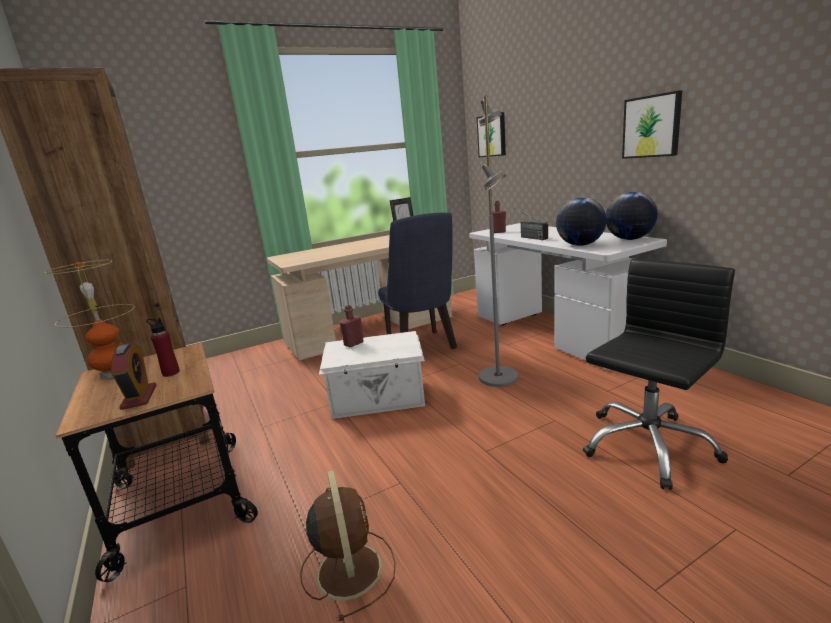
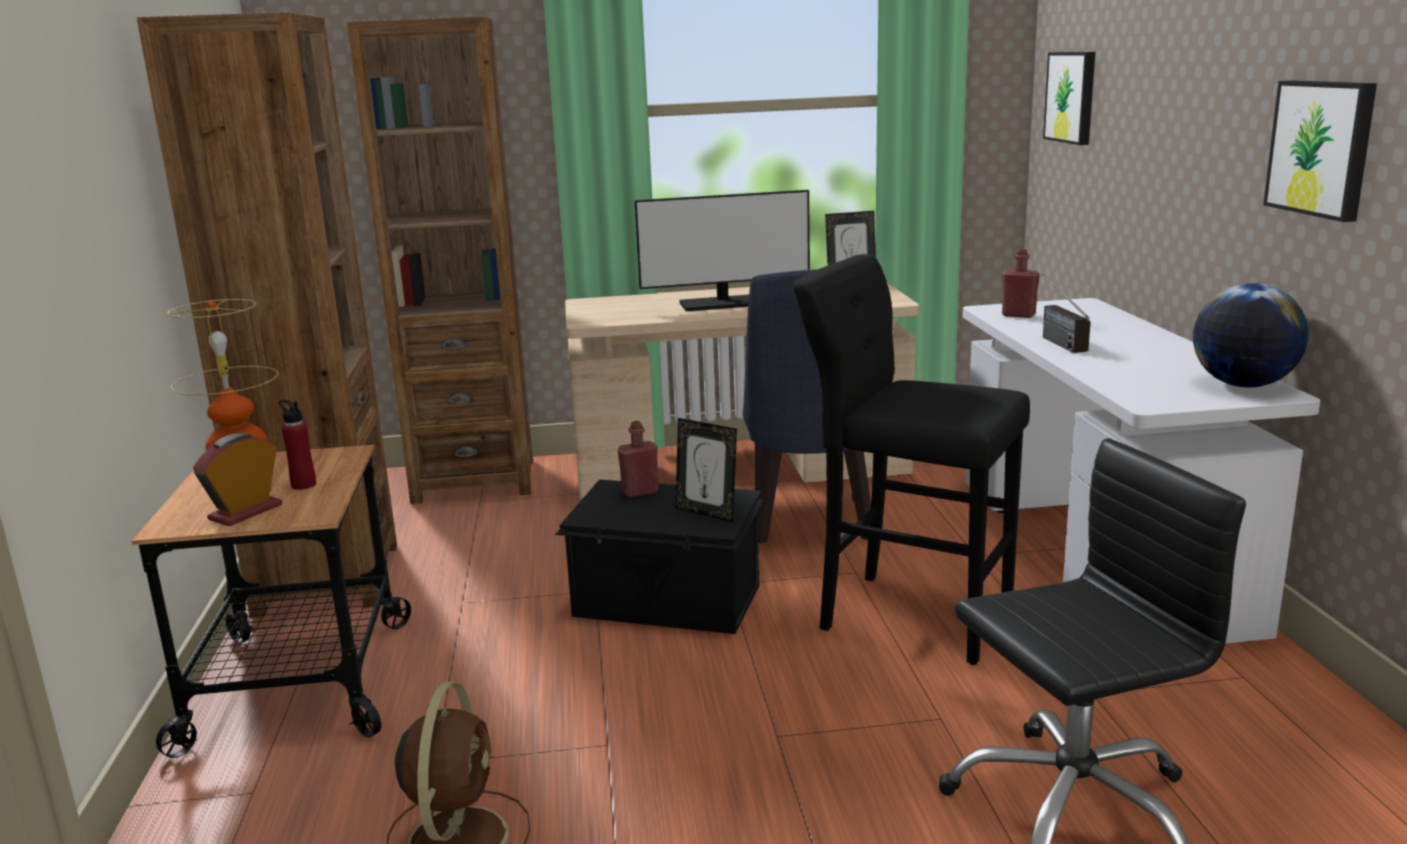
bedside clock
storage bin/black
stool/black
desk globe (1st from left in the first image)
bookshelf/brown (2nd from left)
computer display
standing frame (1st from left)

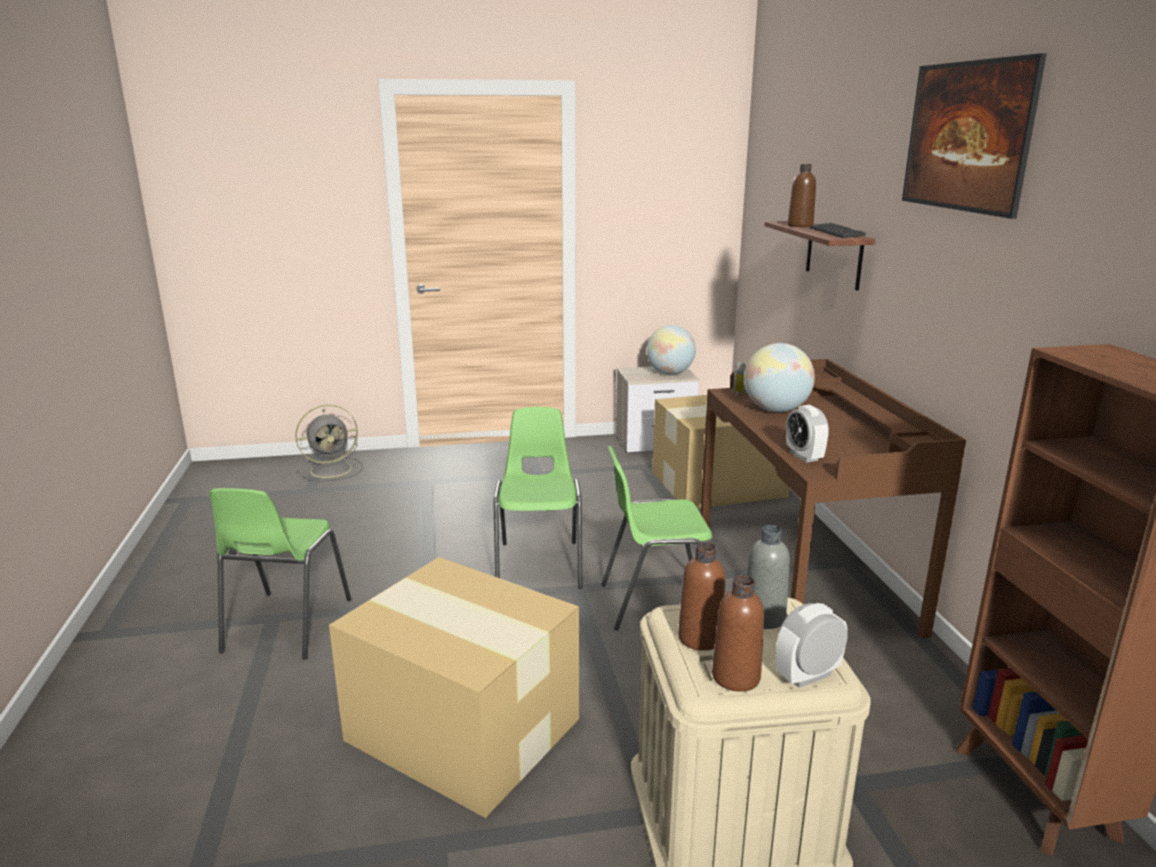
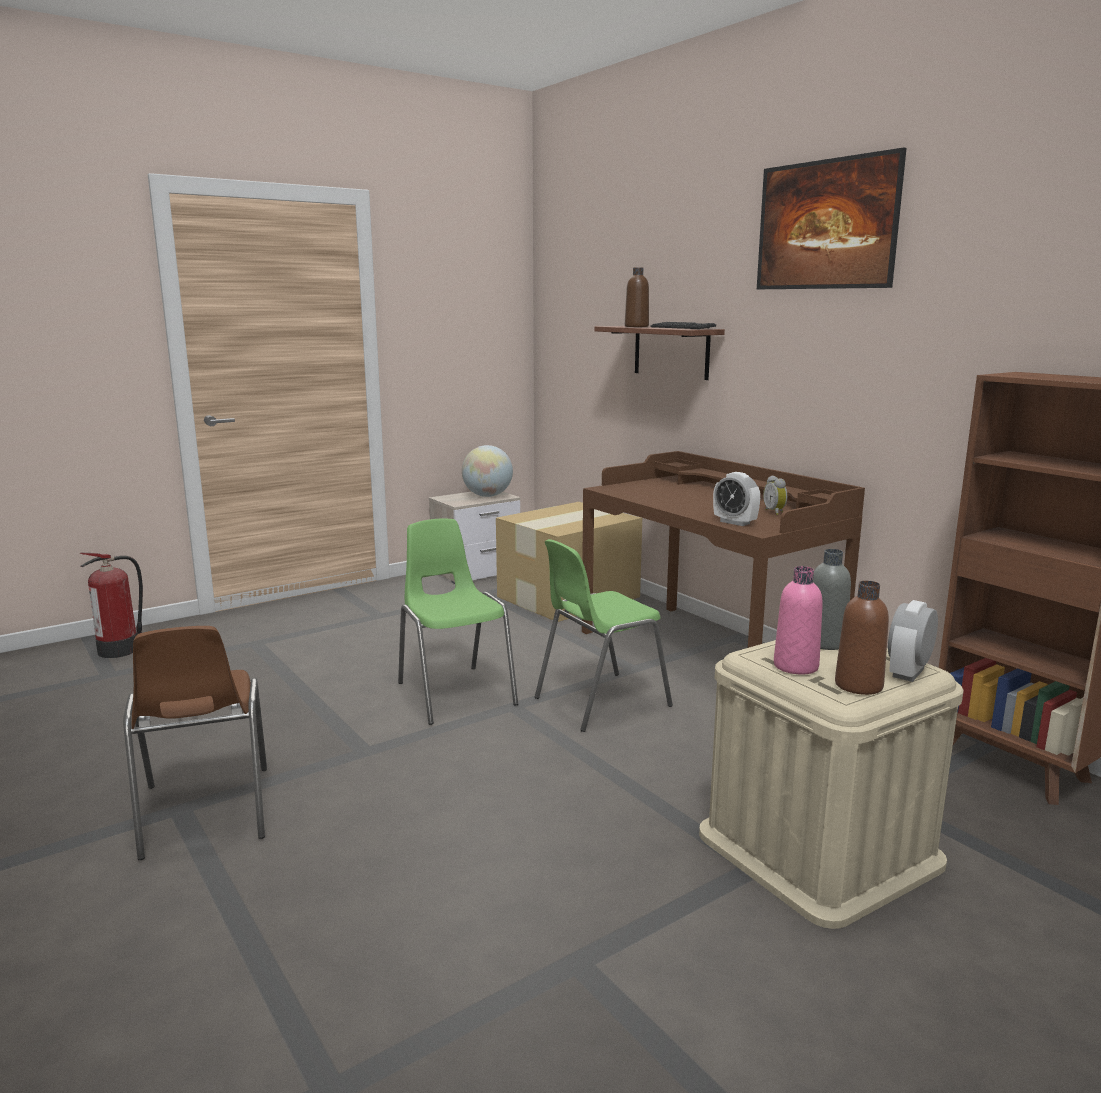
upright chair/brown
fire-fighting cylinder
packing box (1st from left in the first image)
drink bottle/pink
bedside clock (2nd from left)
desk globe (2nd from left in the first image)

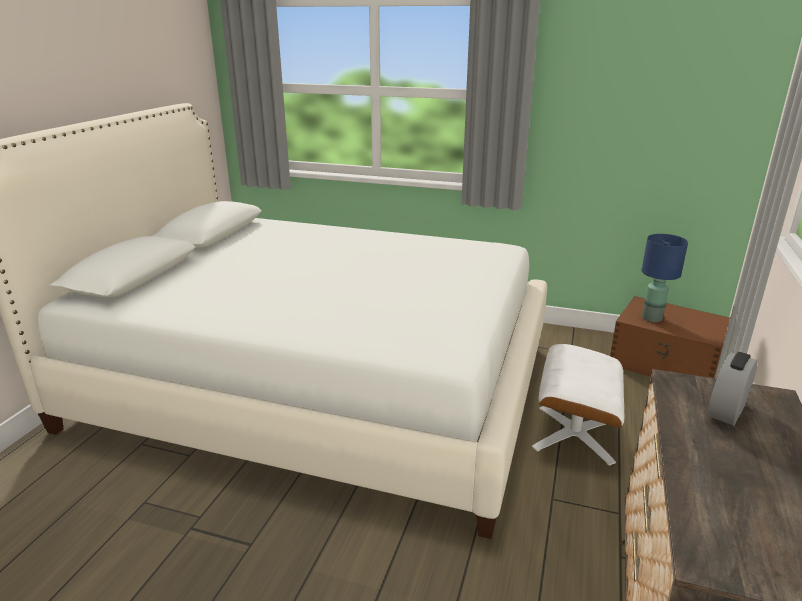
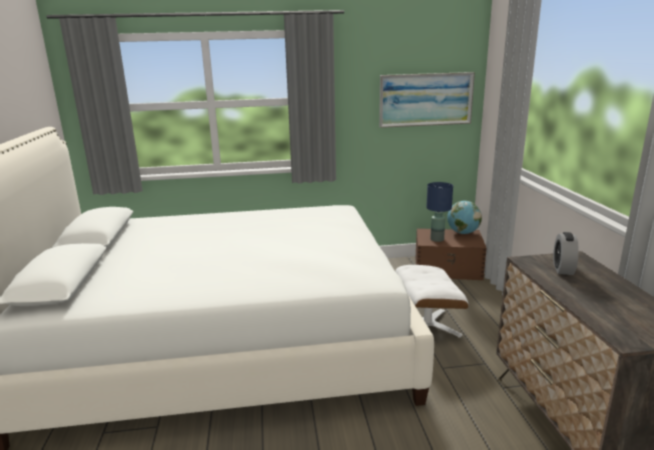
wall art
desk globe

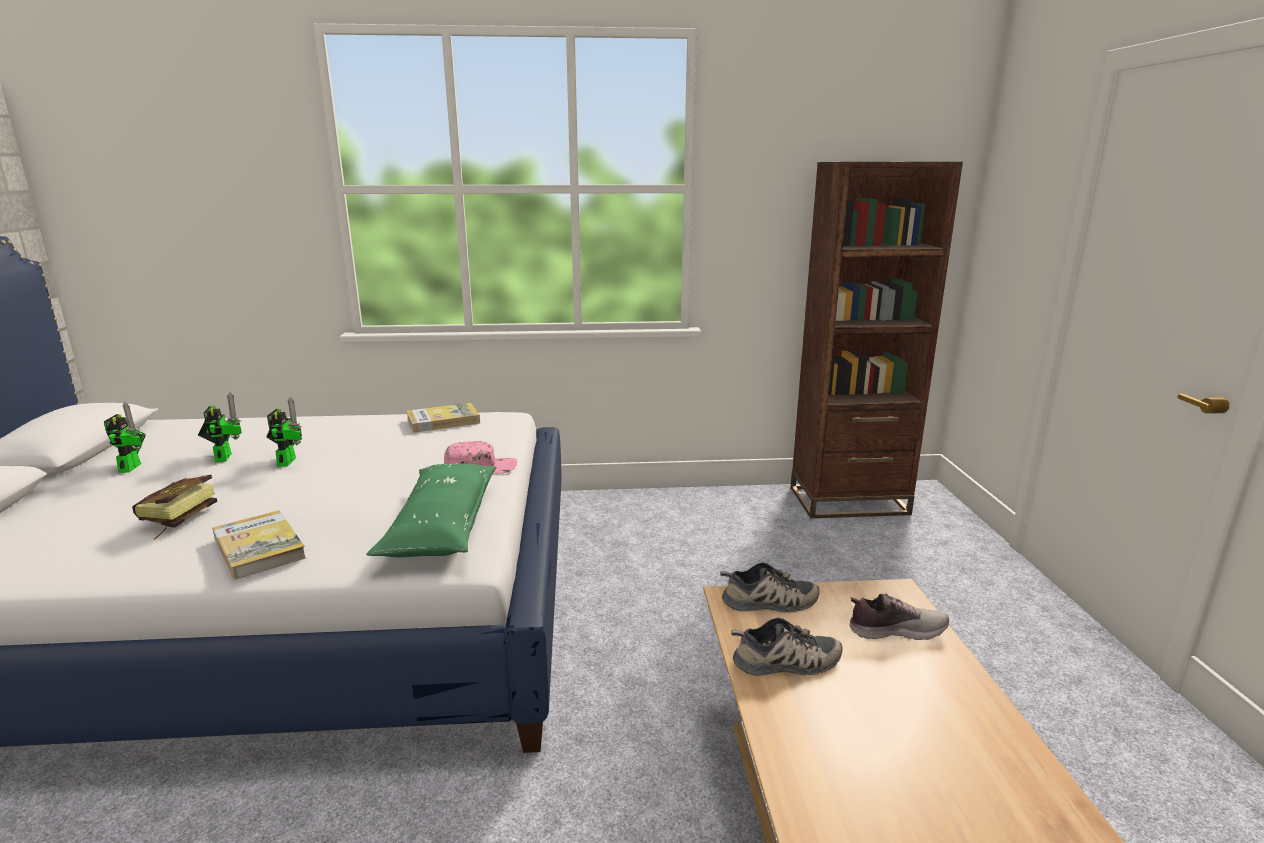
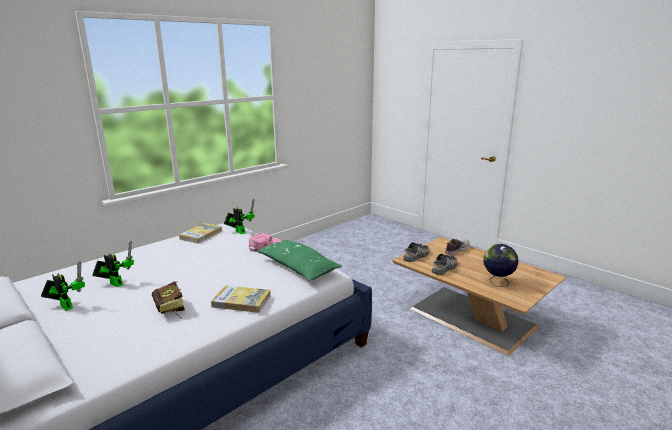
model robot (3rd from left)
bookshelf/brown
desk globe

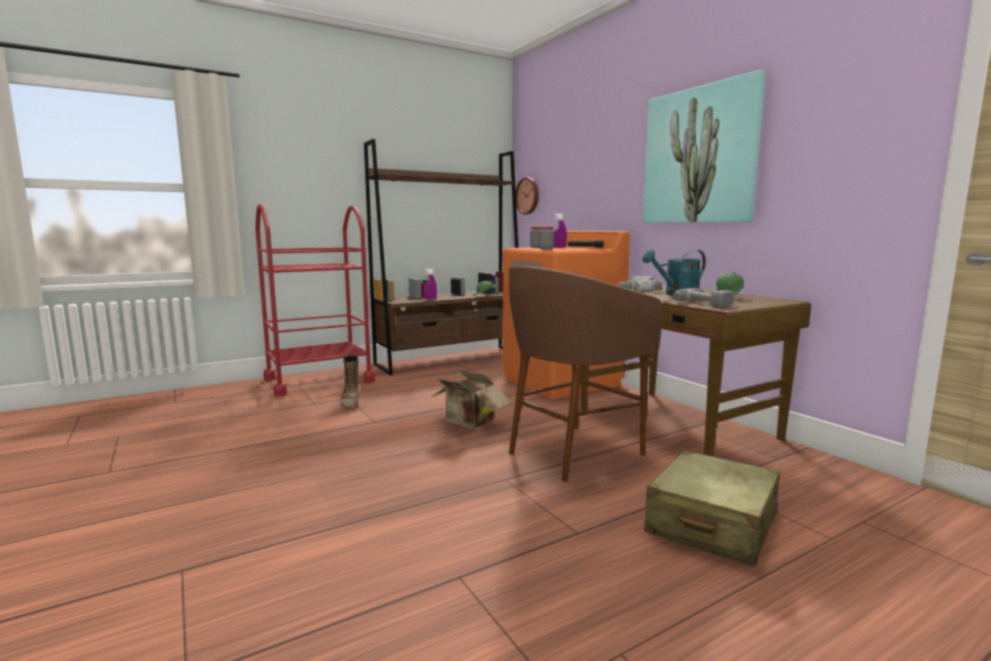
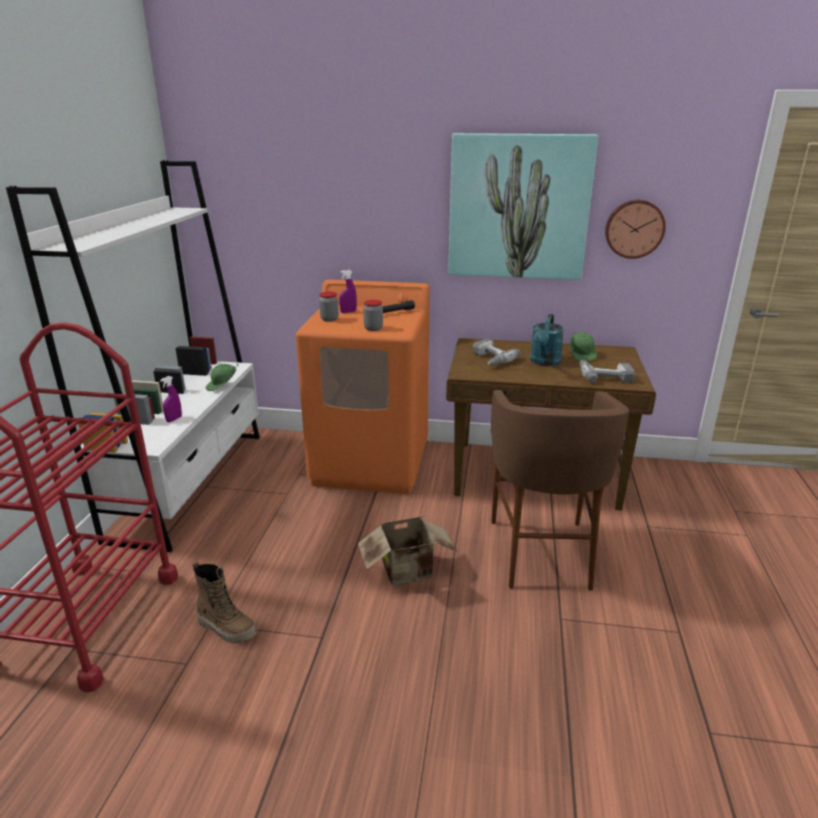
bookshelf/white
wall clock
suitcase/beige

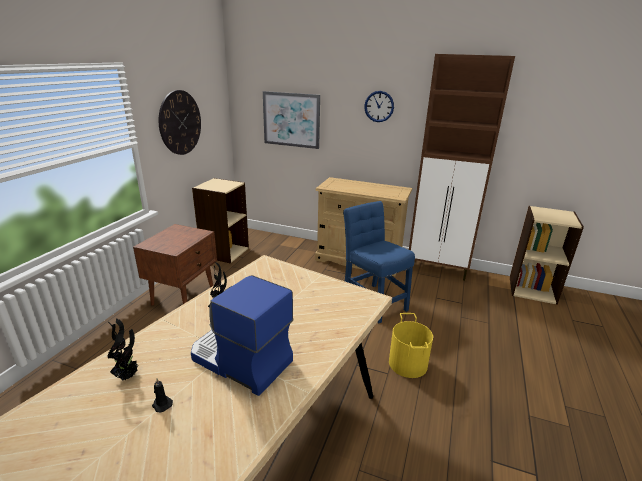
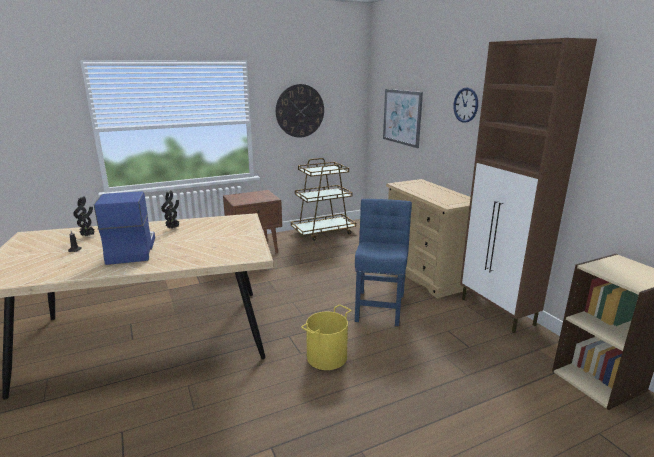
wheeled cart/brown

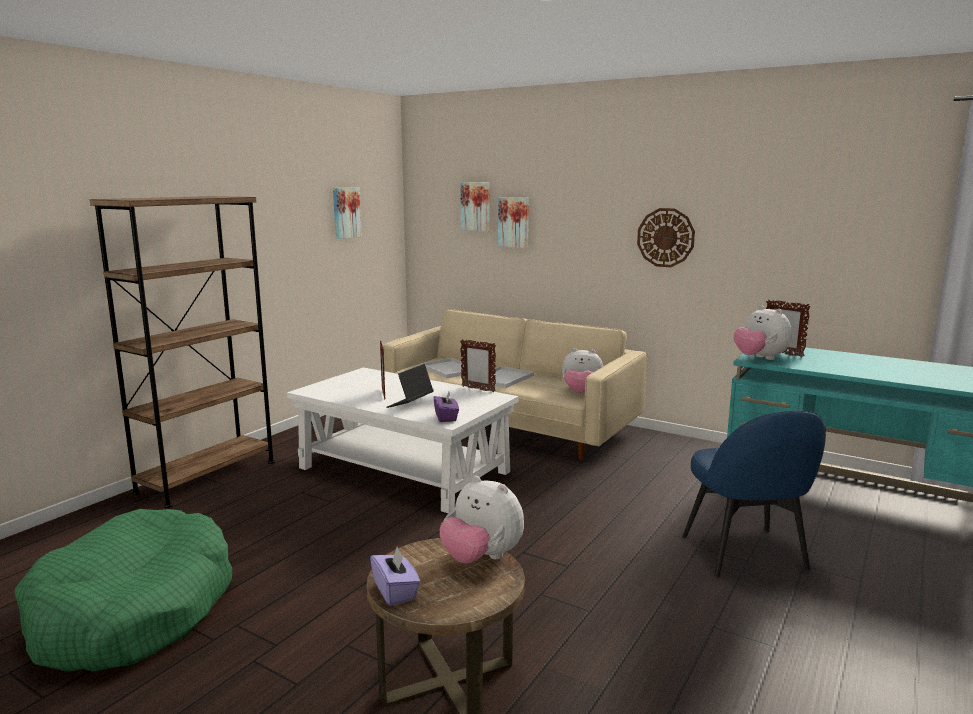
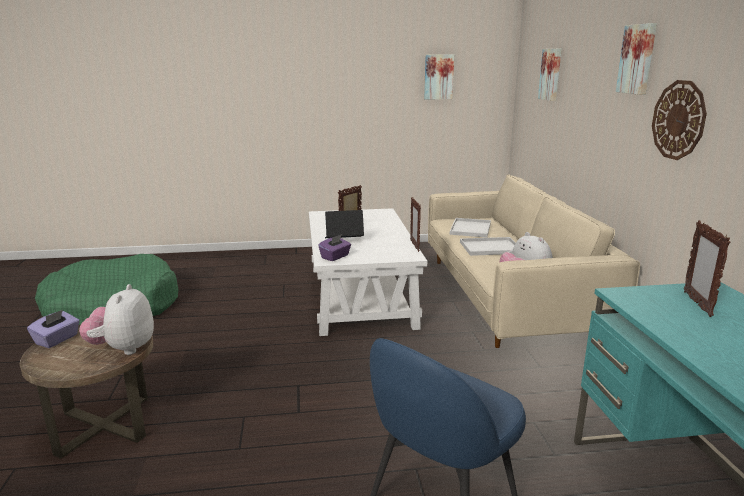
bookshelf/brown
wall art (3rd from left)
cuddly toy (3rd from left in the first image)

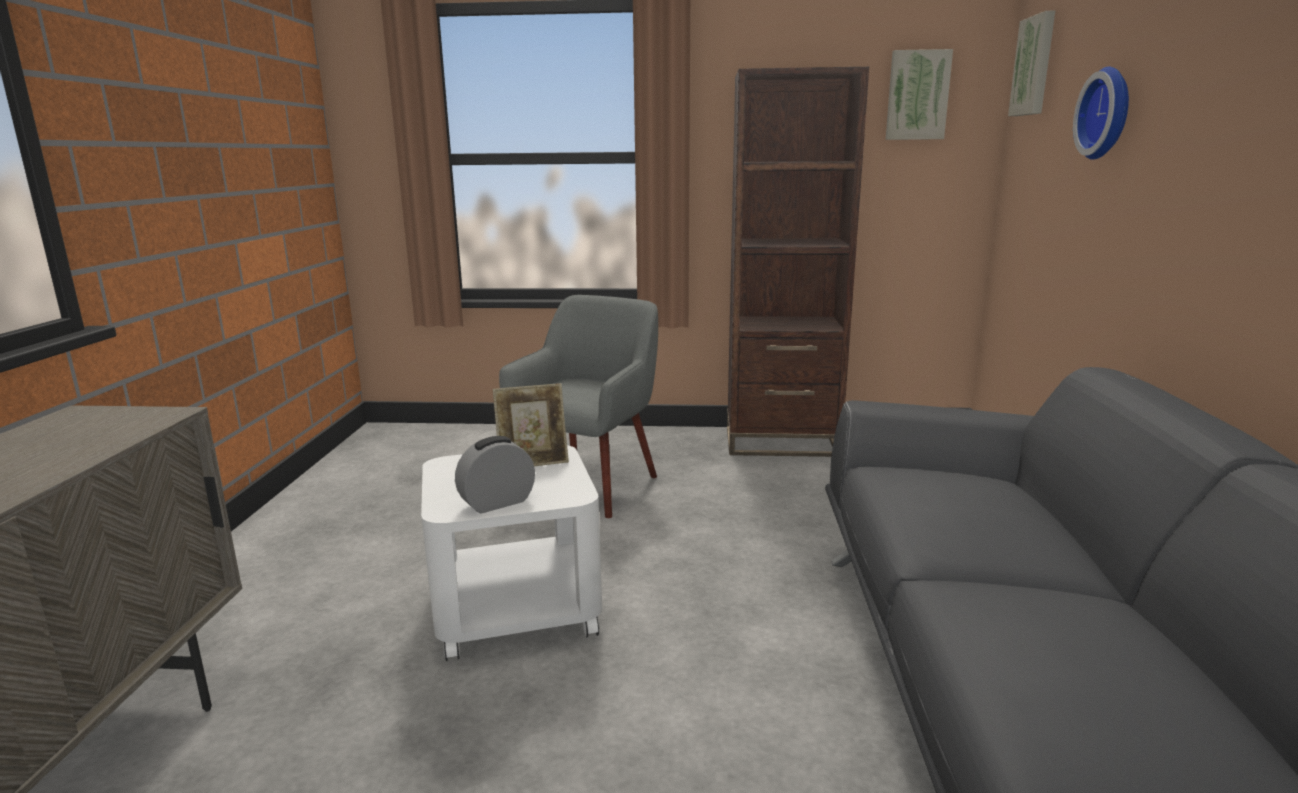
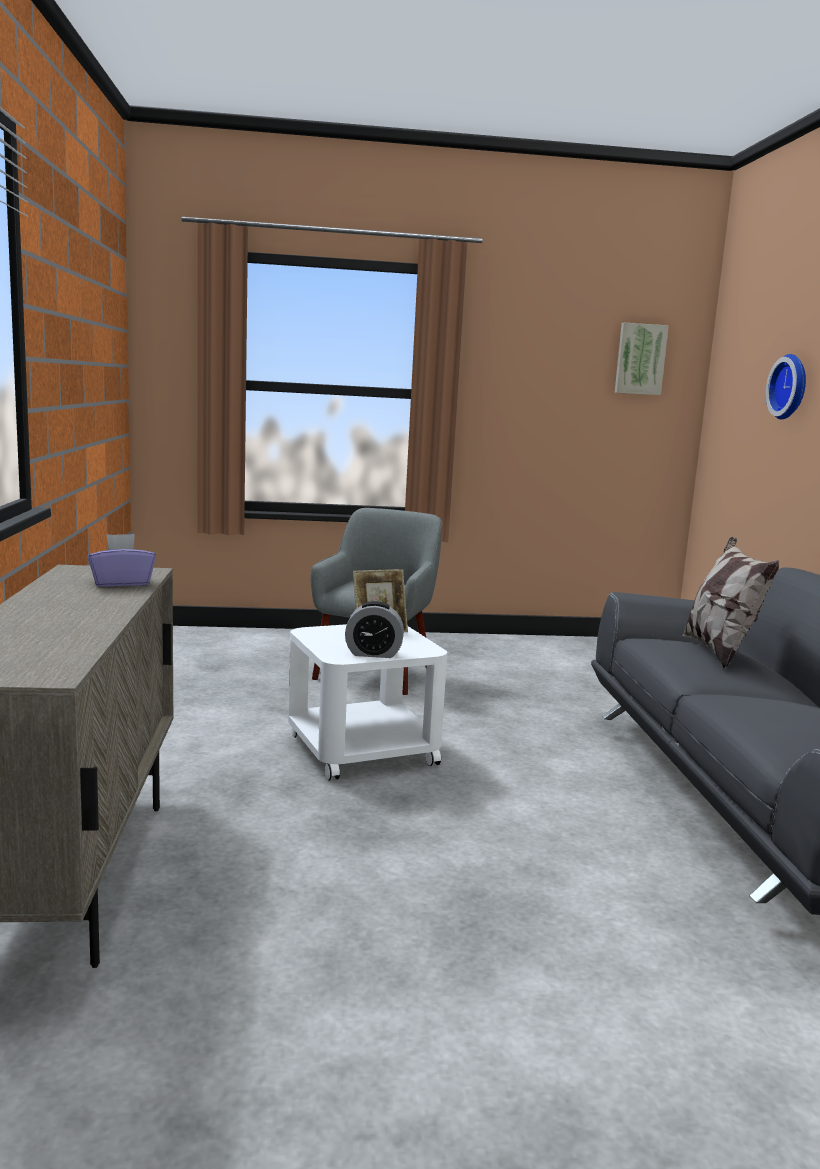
bedside clock
bookshelf/brown
wall art (2nd from left in the first image)
tissue holder/purple-coloured
pillow

